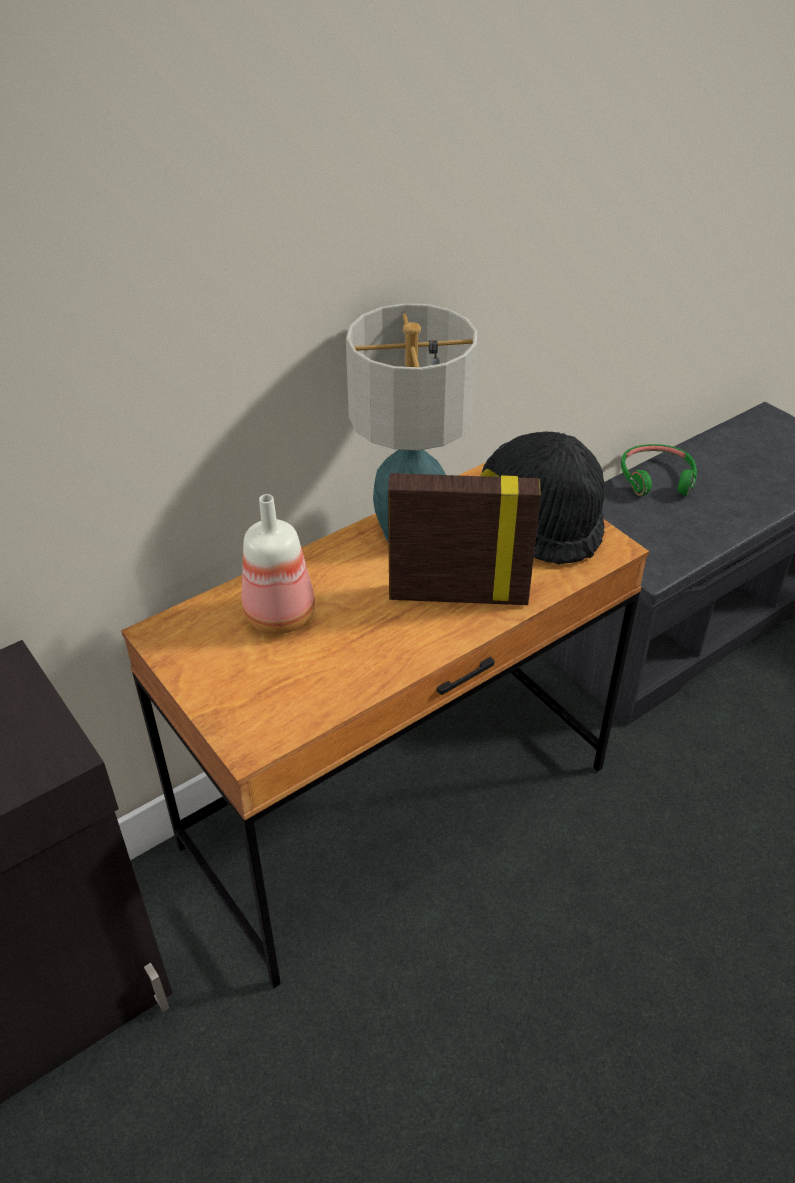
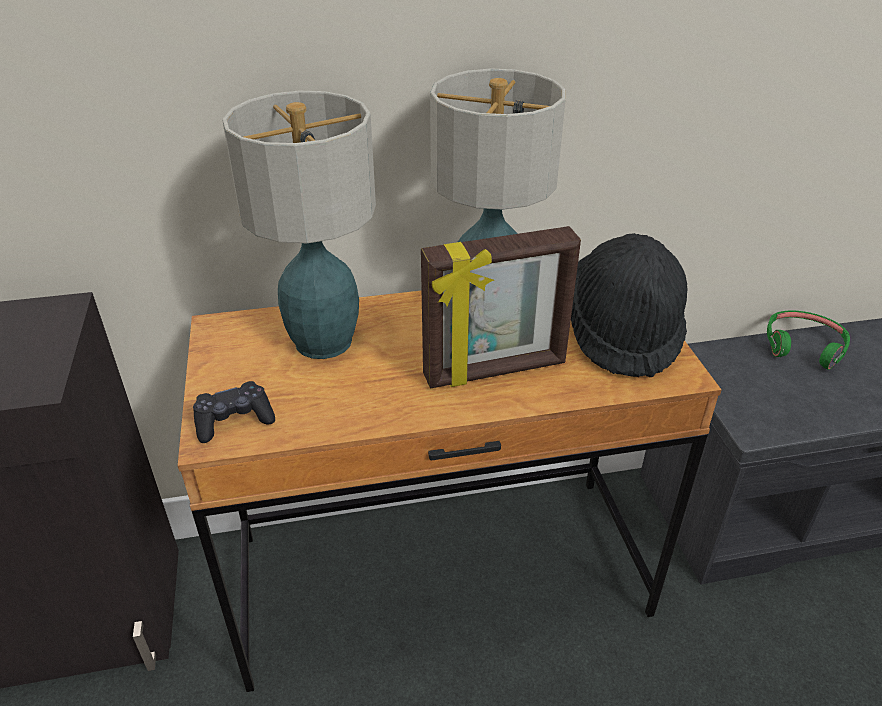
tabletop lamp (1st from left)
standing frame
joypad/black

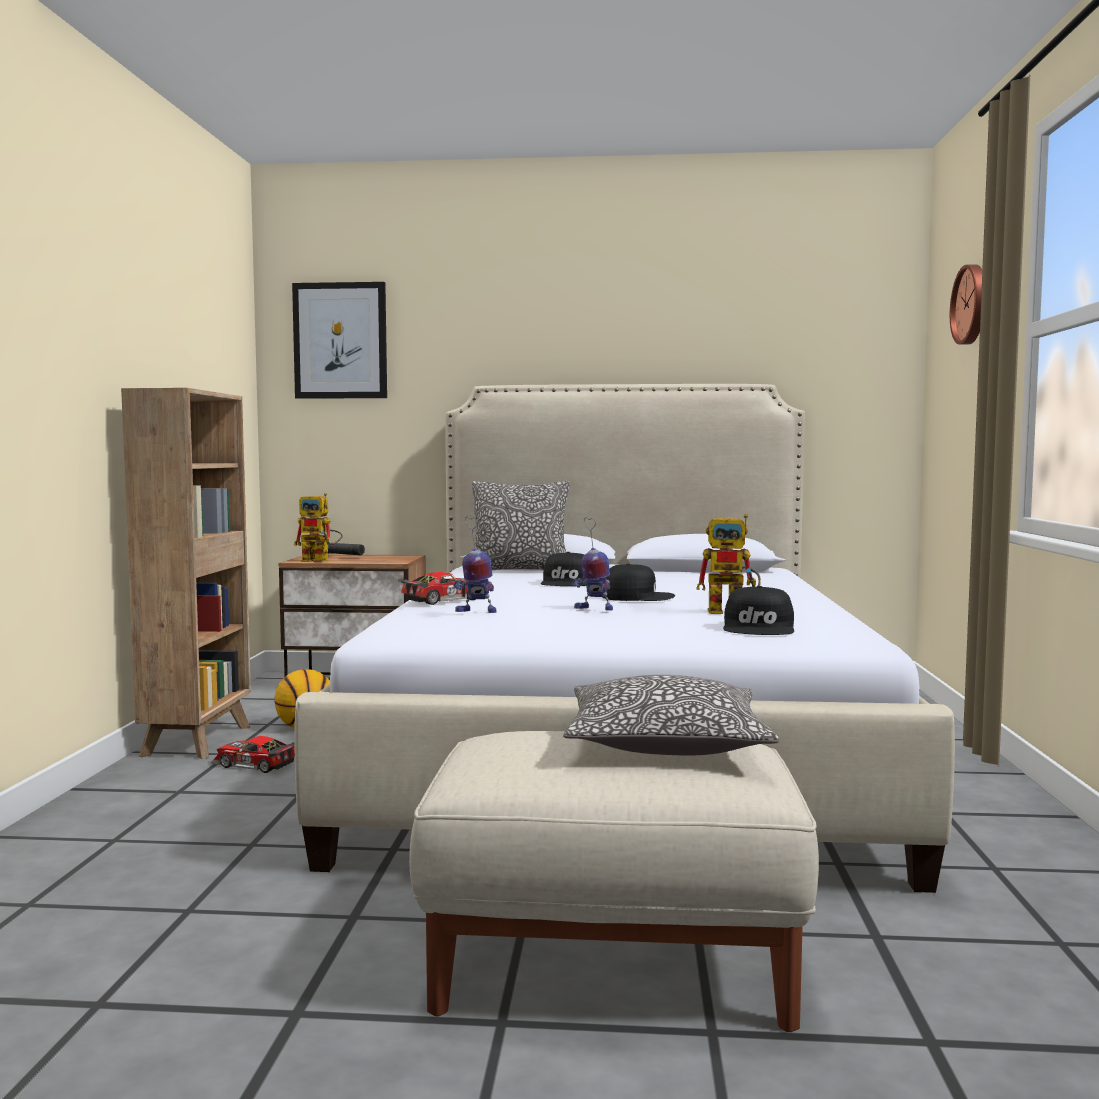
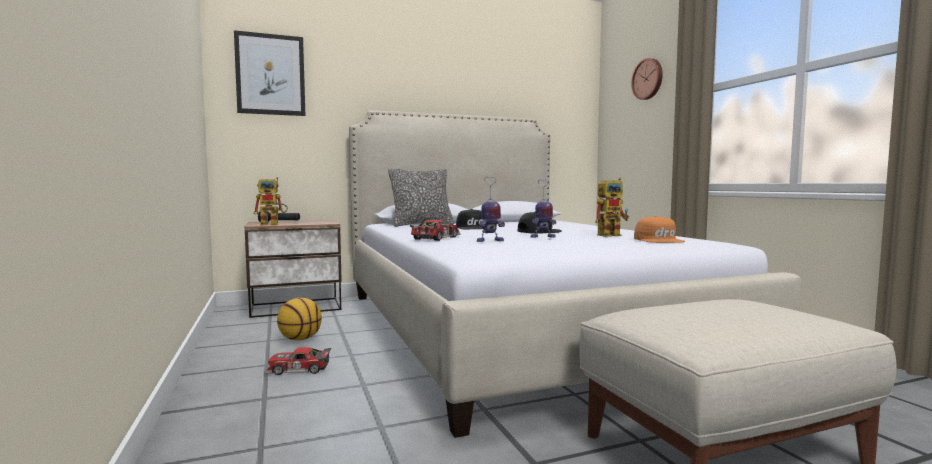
bookshelf/brown
pillow (2nd from left in the first image)
peaked cap/orangey

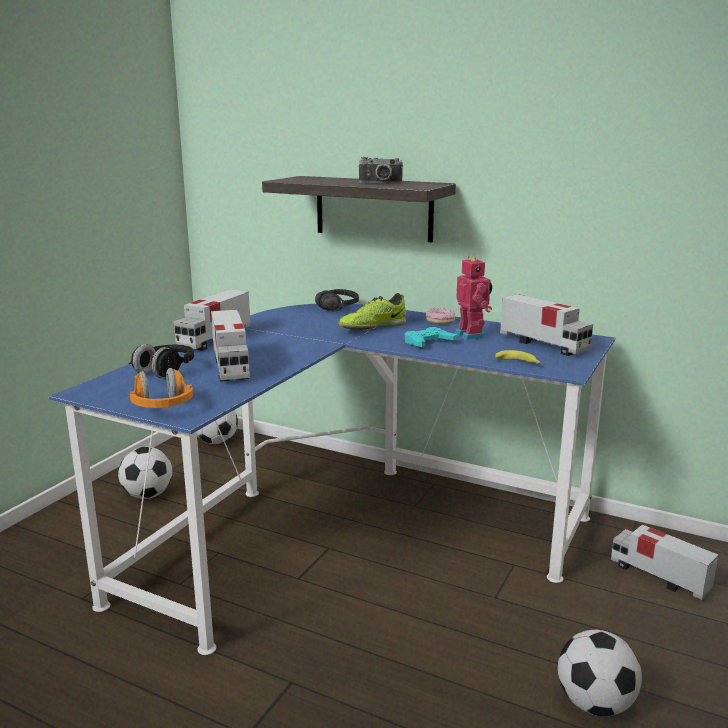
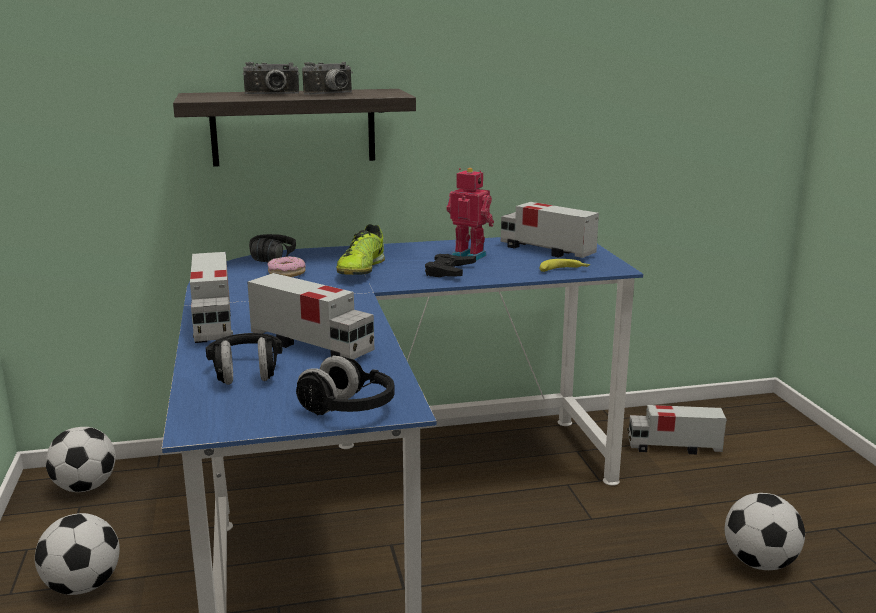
headphones/black (3rd from left)
joypad/black
ring doughnut
toy lorry (3rd from left)
still camera (1st from left)

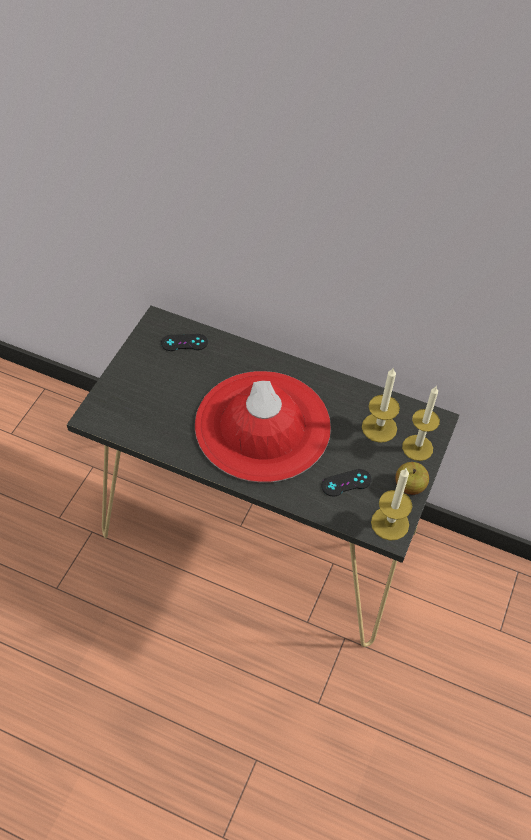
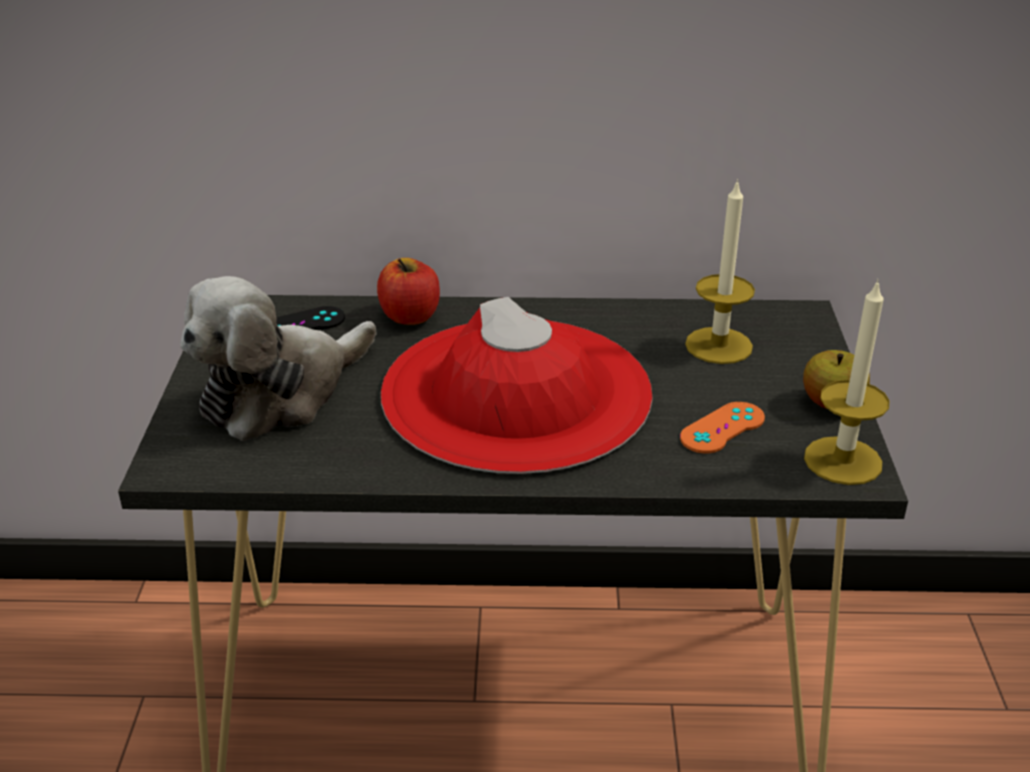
joypad/orangey
wax light (3rd from left in the first image)
cuddly toy
apple fruit (1st from left)

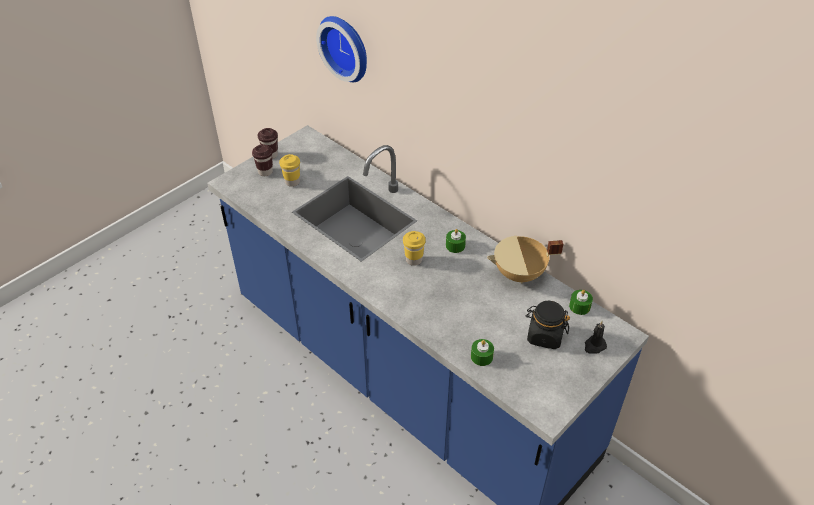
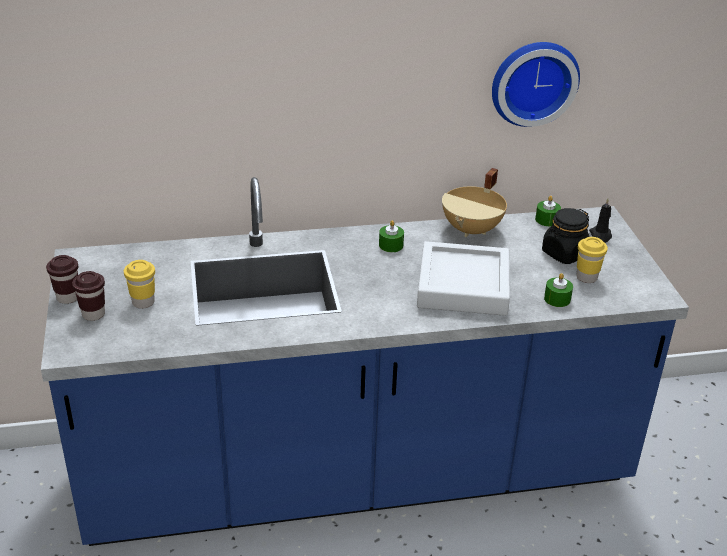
wall clock
drinking cup/yellowish (2nd from left)
carrying tray/greyish

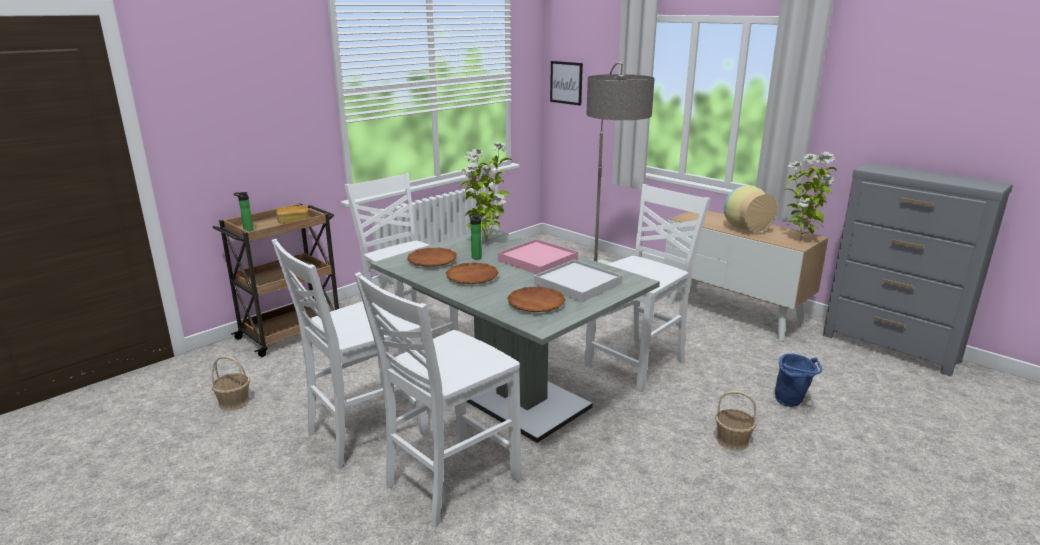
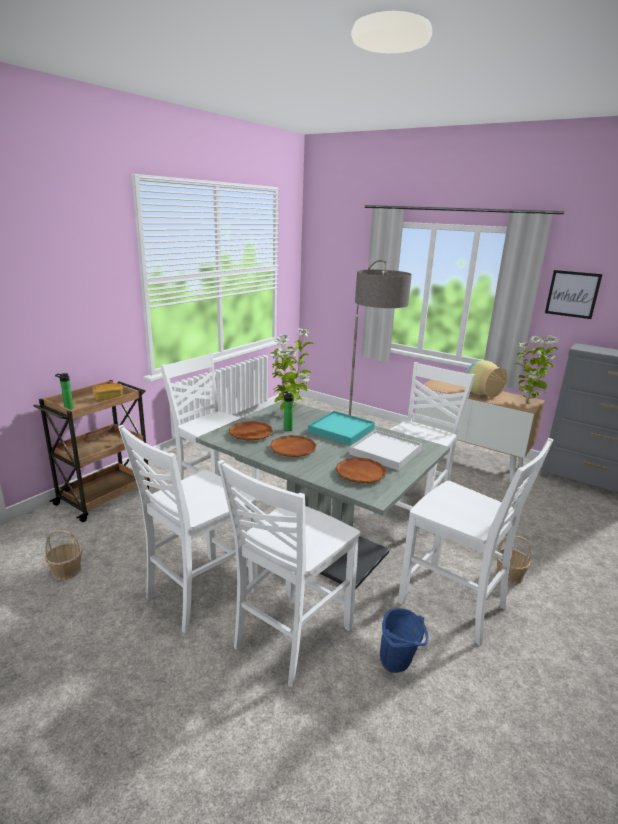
carrying tray/blue-green
wall art
pail/blue-coloured
upright chair/white (5th from left)

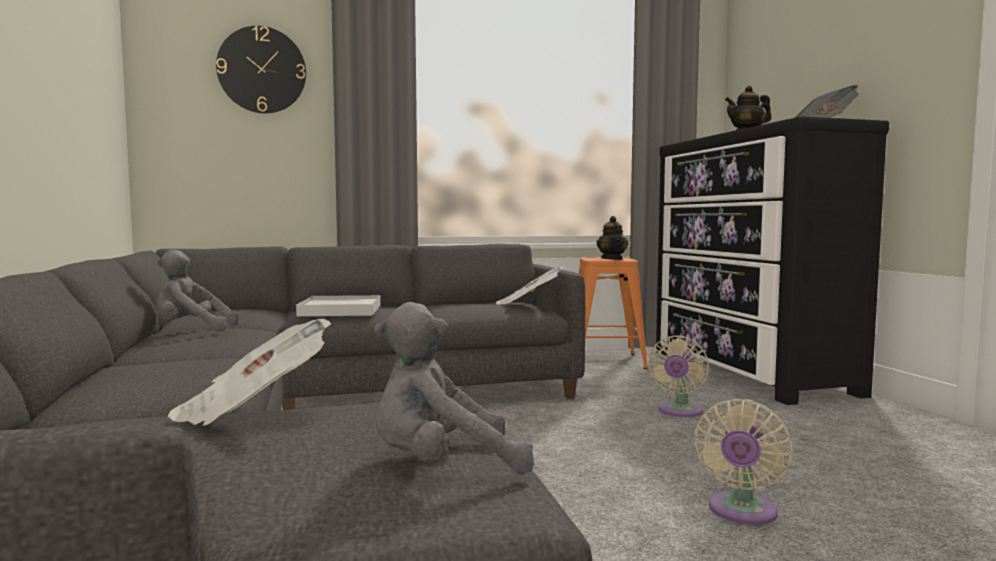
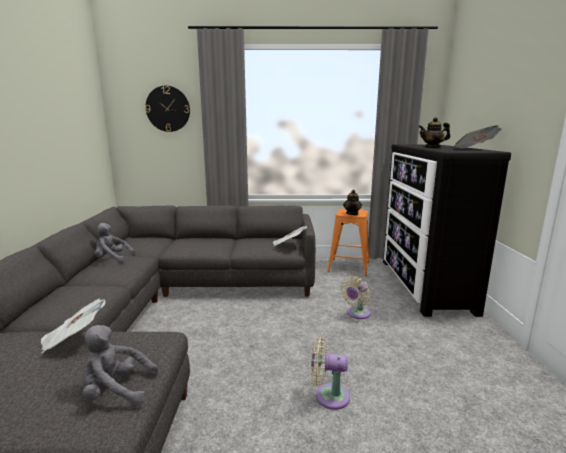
carrying tray/white
fan/beige (1st from left)

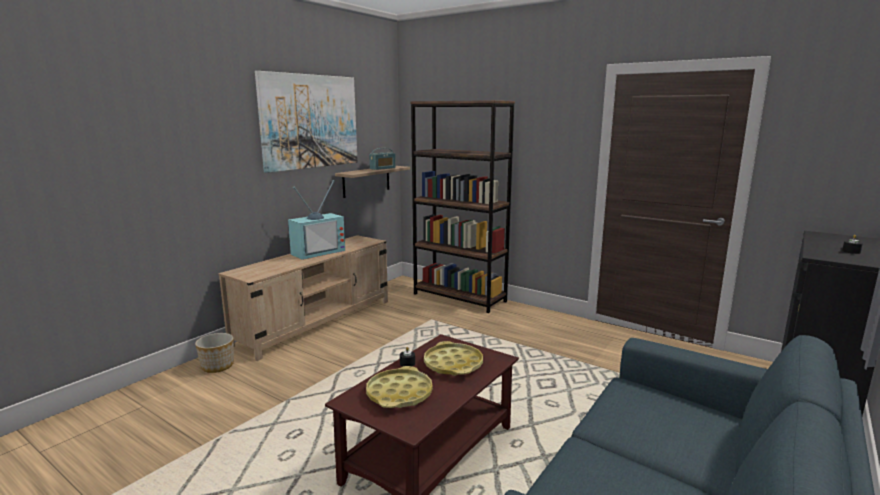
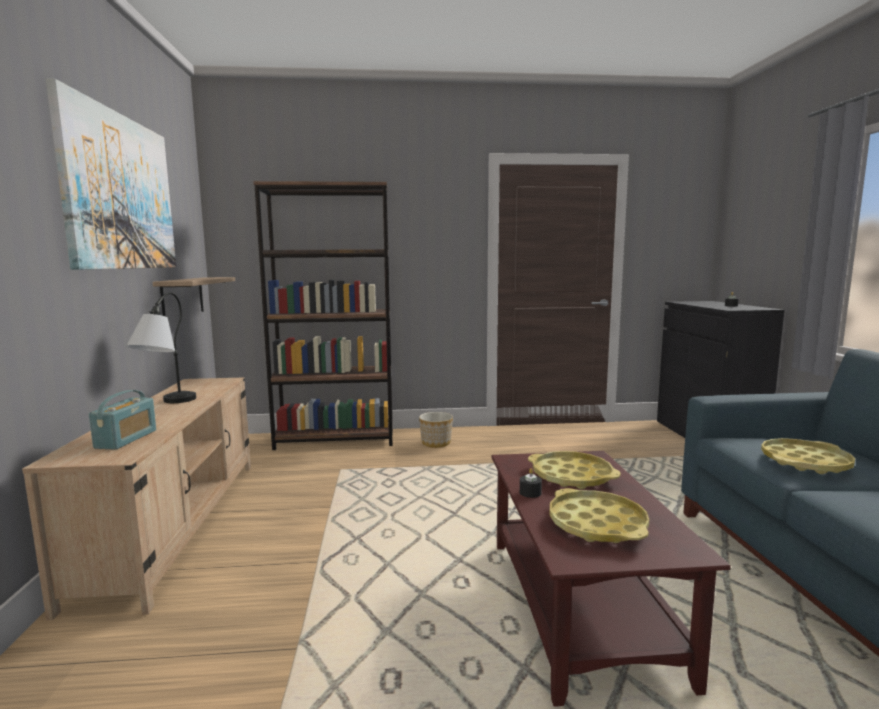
plant pot
tabletop lamp
radio receiver
carrying tray/yellowish (3rd from left)

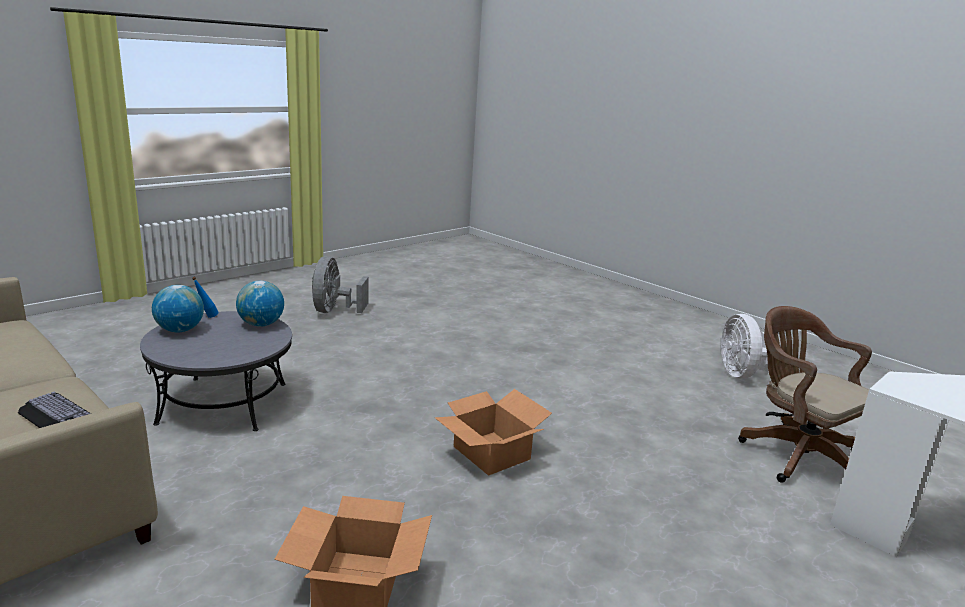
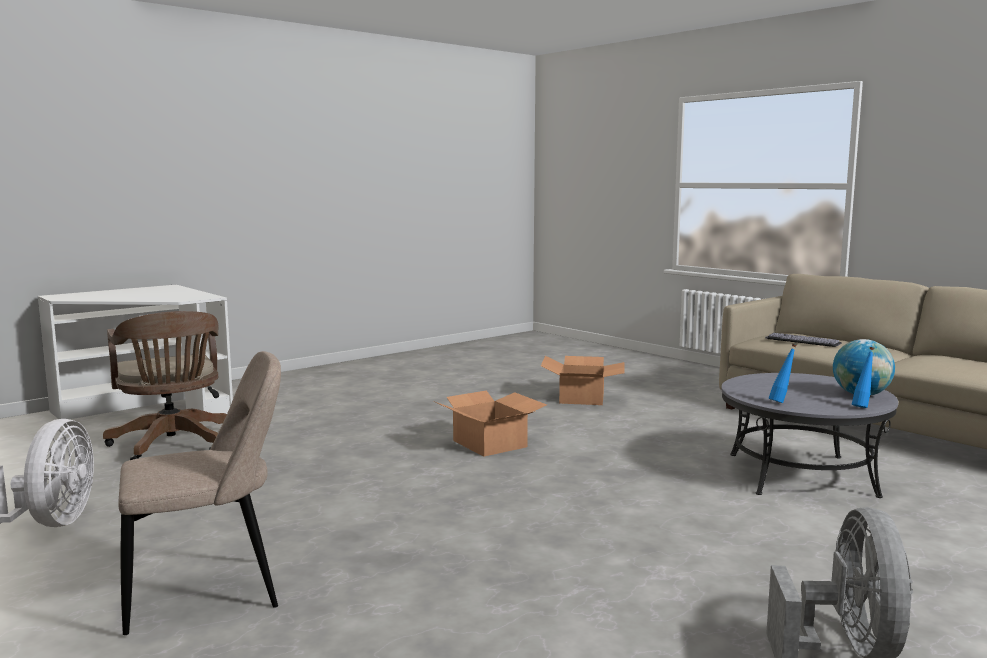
drink bottle/blue-coloured (1st from left)
upright chair/beige

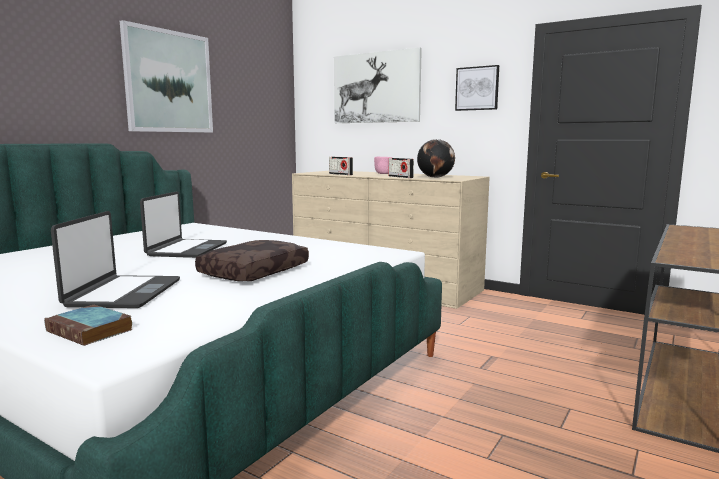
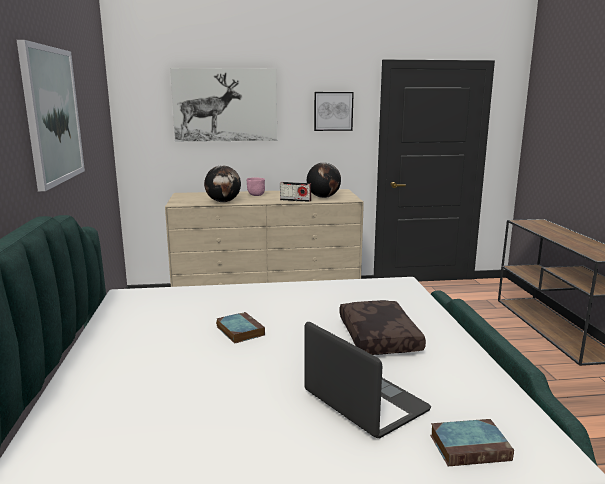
bound book (1st from left)
desk globe (1st from left)

